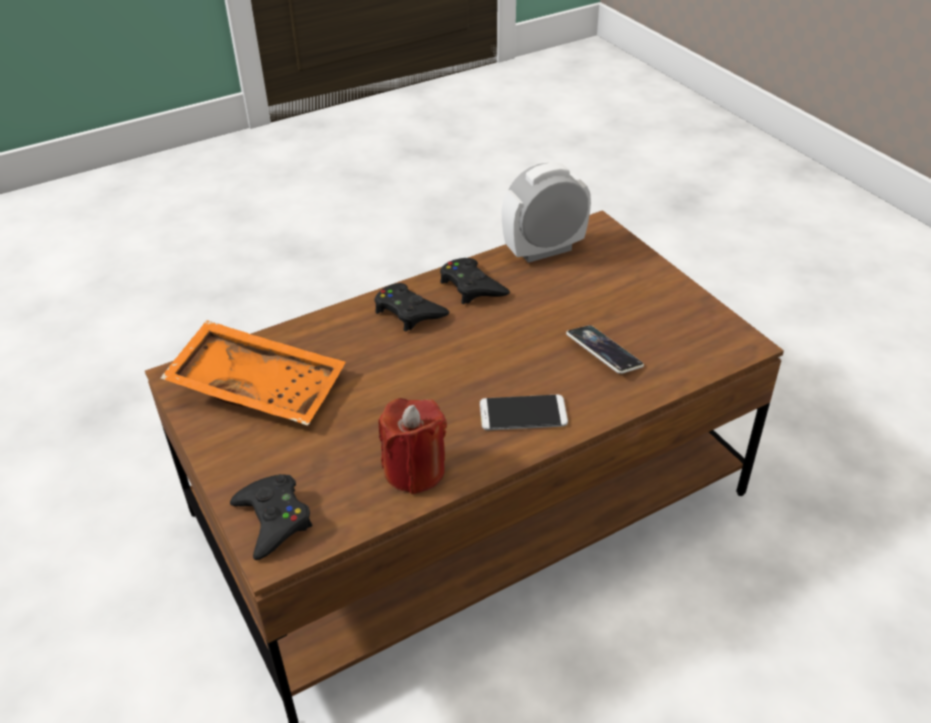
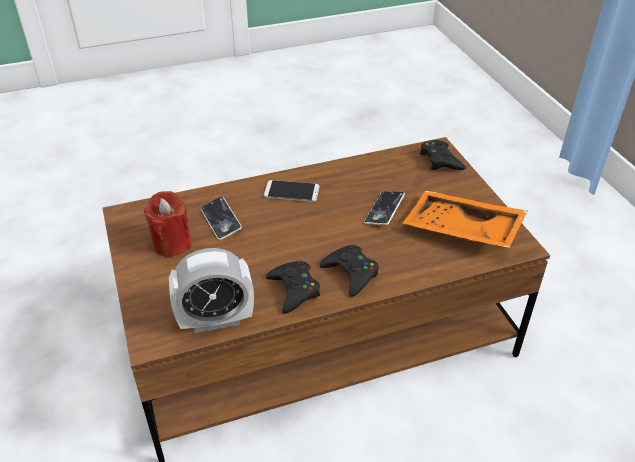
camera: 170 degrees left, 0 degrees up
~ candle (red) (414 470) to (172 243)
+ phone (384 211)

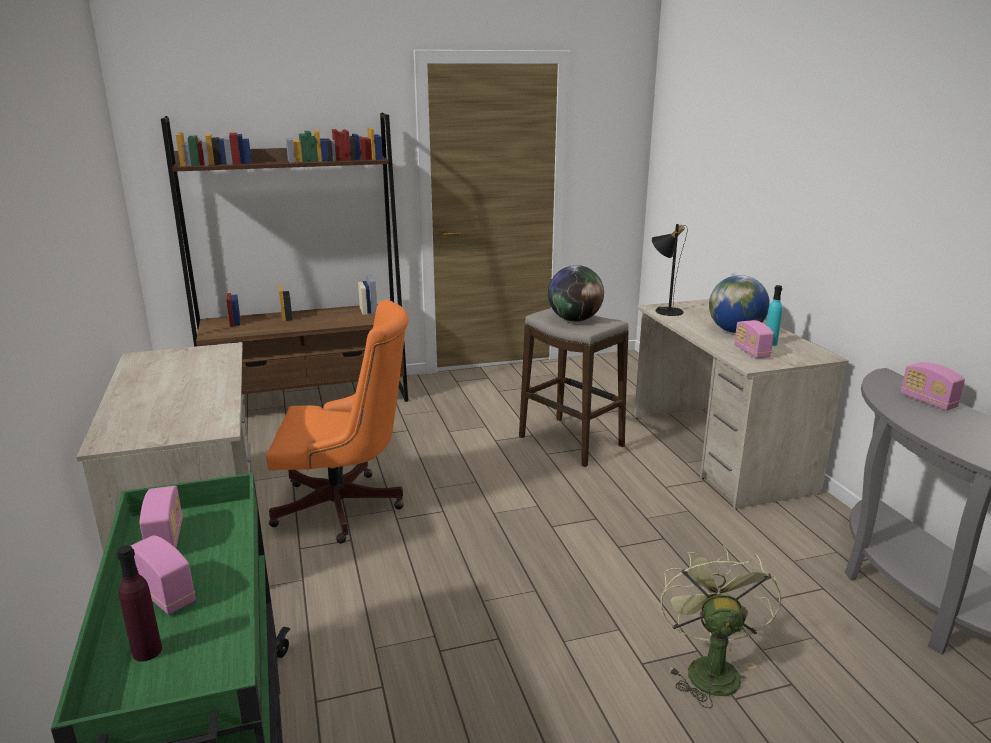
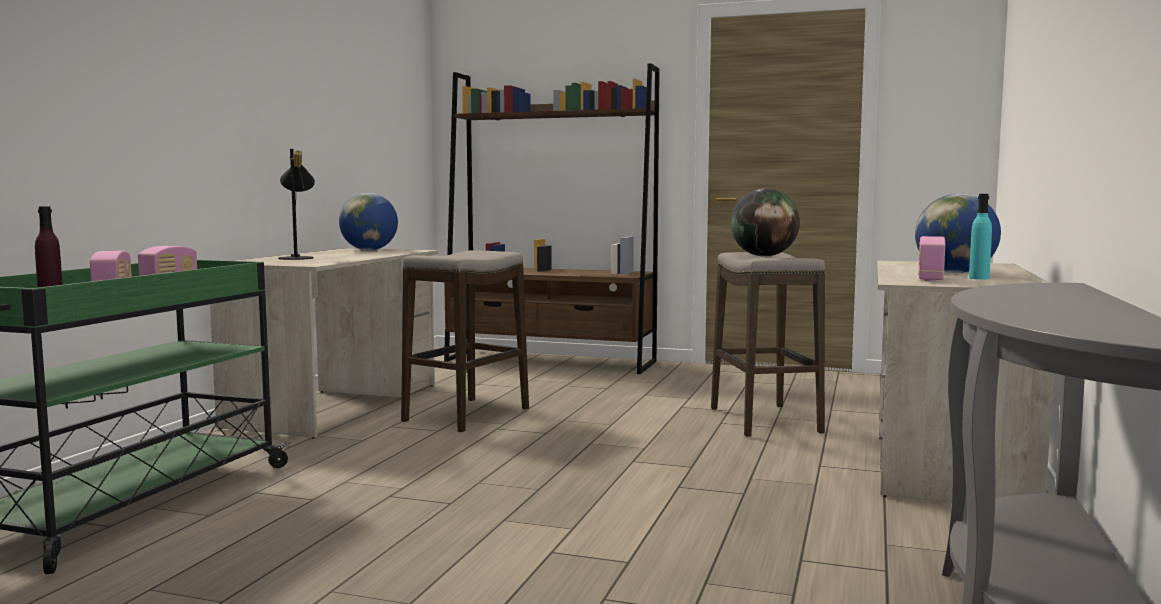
camera: 35 degrees right, 15 degrees down
~ table lamp (black) (664 310) to (297 257)
+ globe (369 250)
~ office chair (orange) (346 508) to stool (467 415)
- fan (green) (709 668)
- radio (927 401)

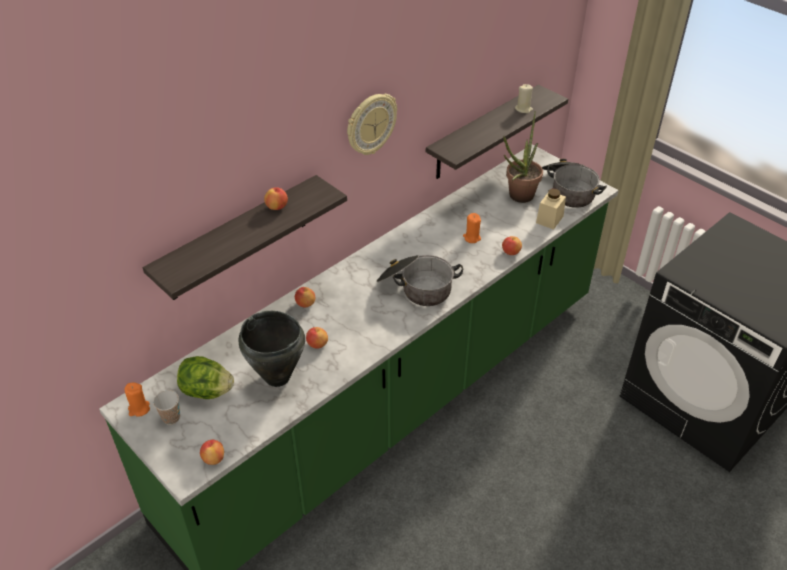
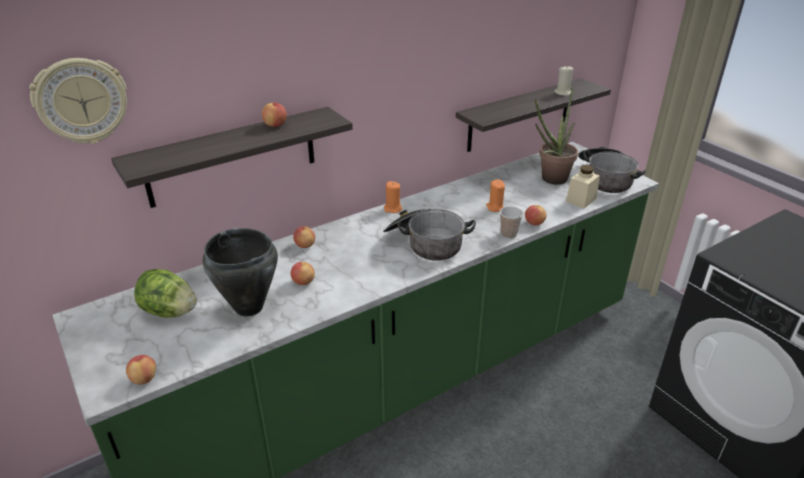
camera: 10 degrees right, 10 degrees down
~ wall clock (370 124) to (81 101)
~ candle (orange) (139 409) to (392 209)
~ cup (171 418) to (508 234)

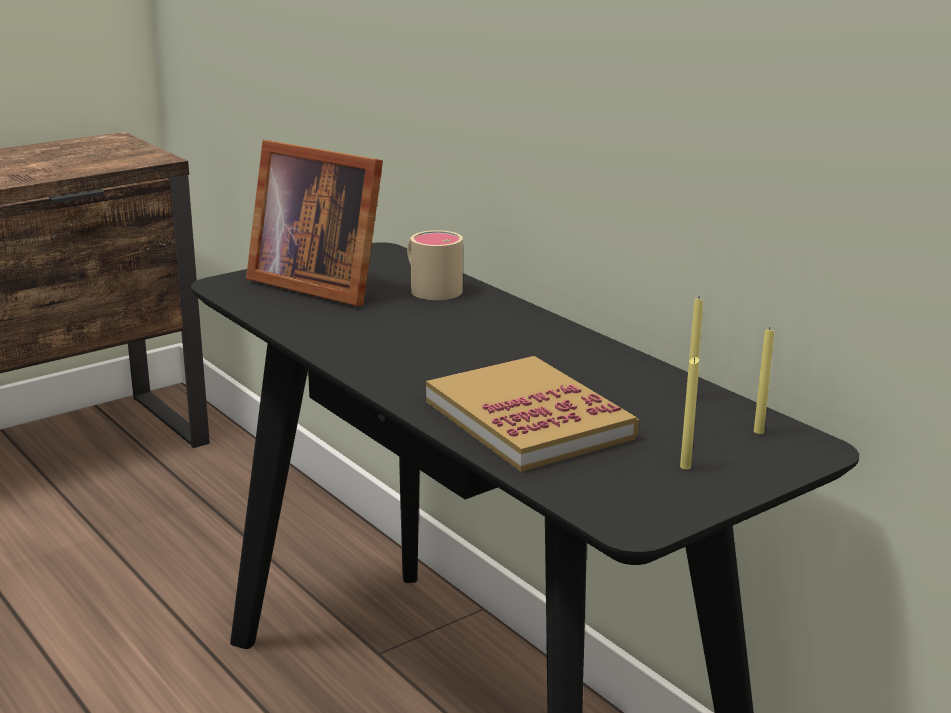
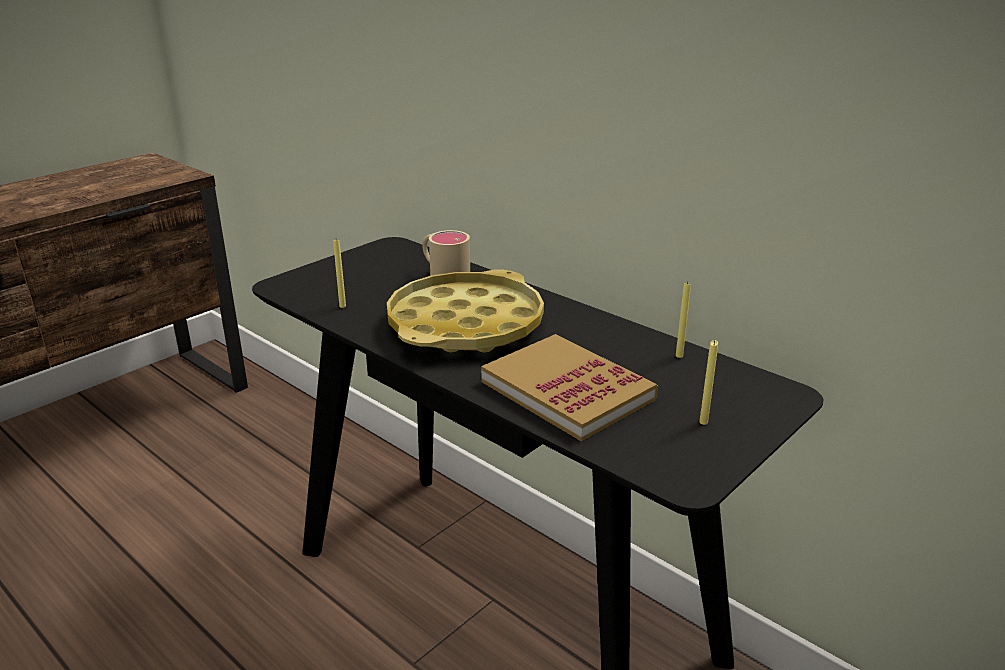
camera: 10 degrees left, 5 degrees up
~ candle (yellow) (758 431) to (342 306)
+ tray (yellow) (466 324)
- picture frame (317 283)

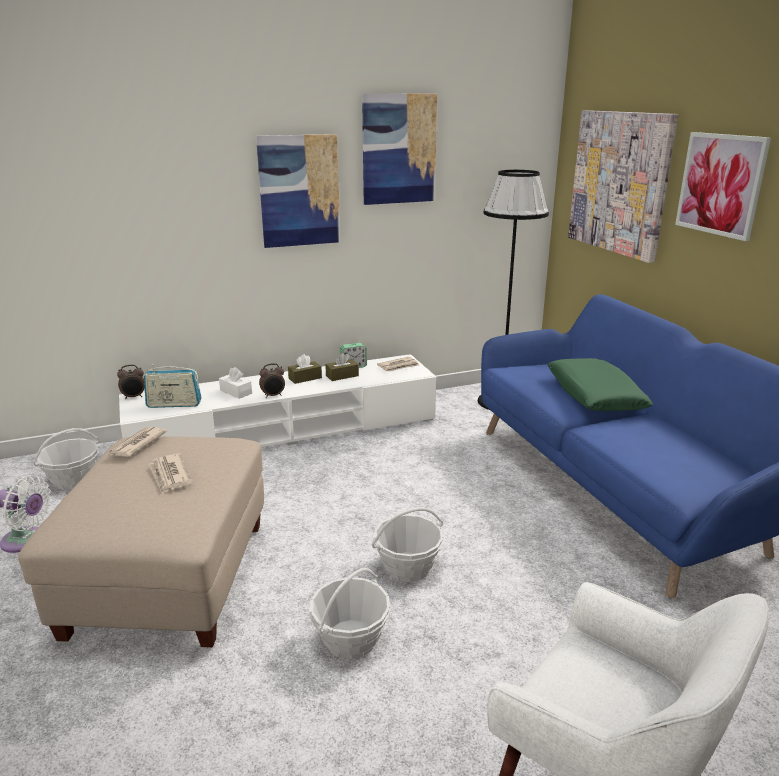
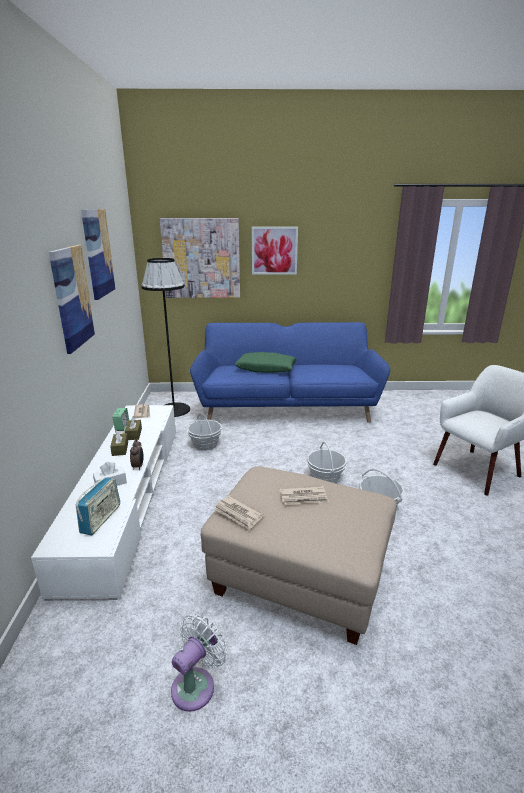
camera: 70 degrees left, 0 degrees up
~ basket (73 480) to (205 444)
- alarm clock (134 397)

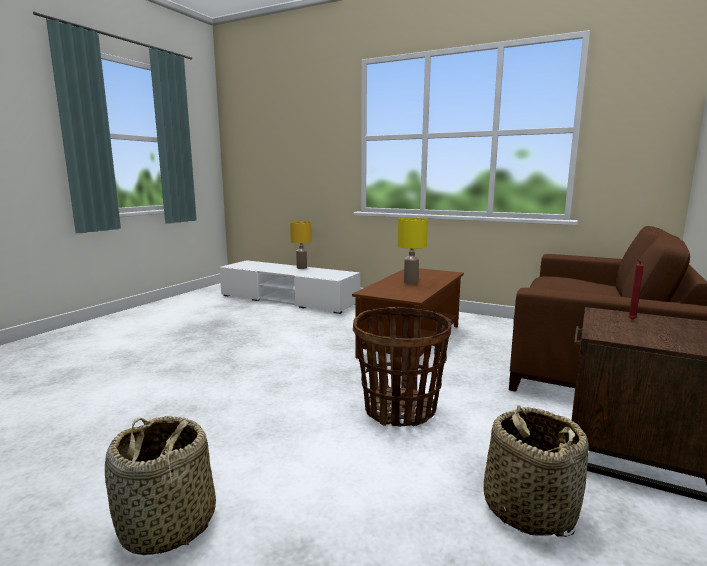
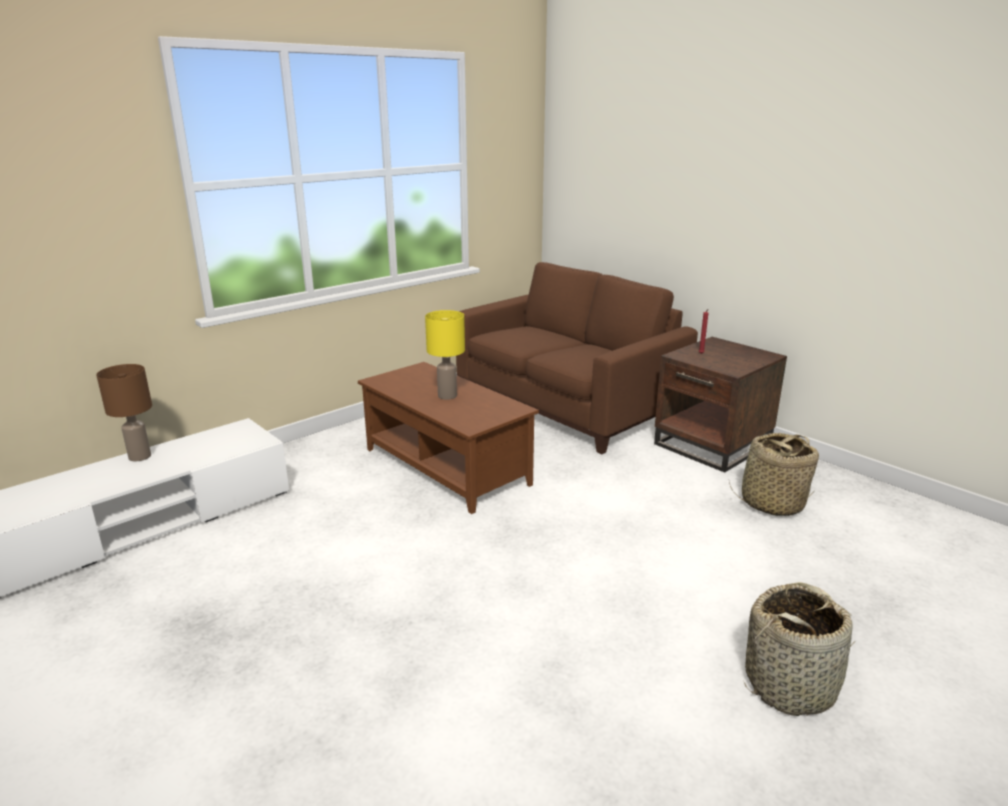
camera: 70 degrees left, 10 degrees up
~ table lamp (yellow) (301 268) to table lamp (brown) (139 457)
- basket (400 409)

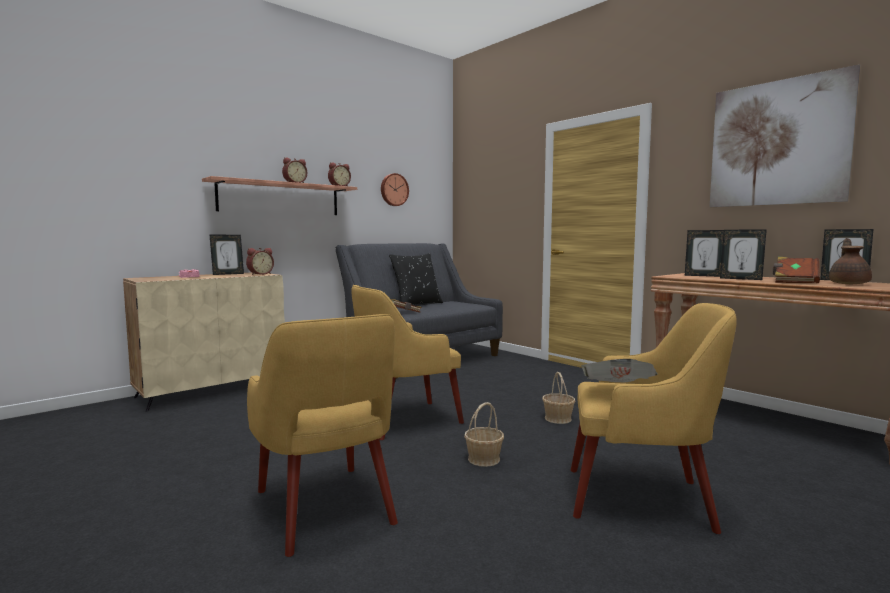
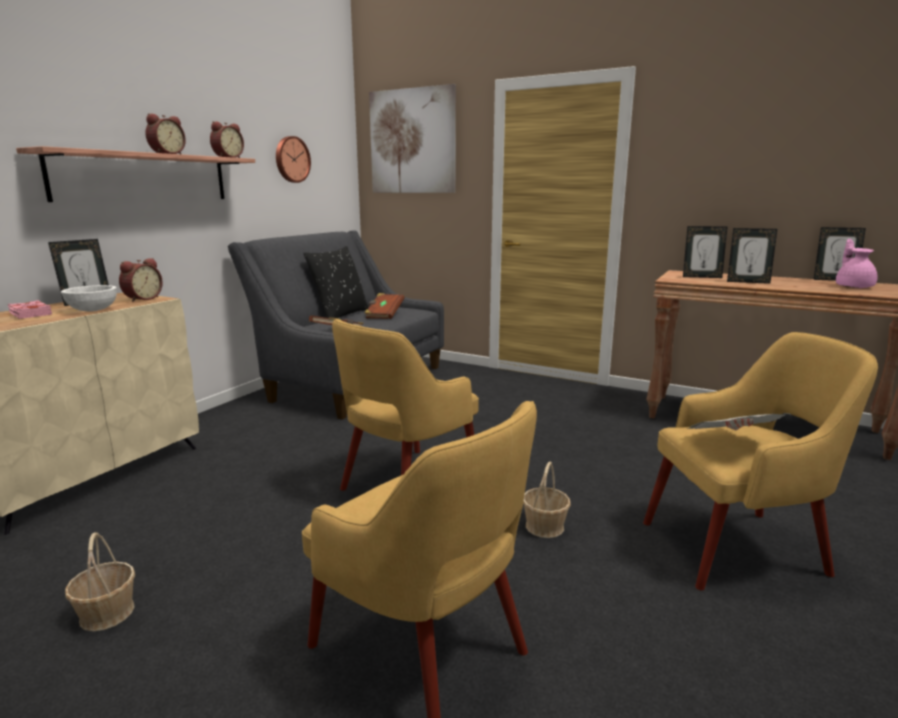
camera: 20 degrees left, 10 degrees up
+ bowl (white) (92 310)
~ basket (558 419) to (106 613)
~ book (brown) (794 281) to (384 315)
~ picture (778 143) to (412 141)
~ teapot (brown) (849 284) to teapot (pink) (853 287)

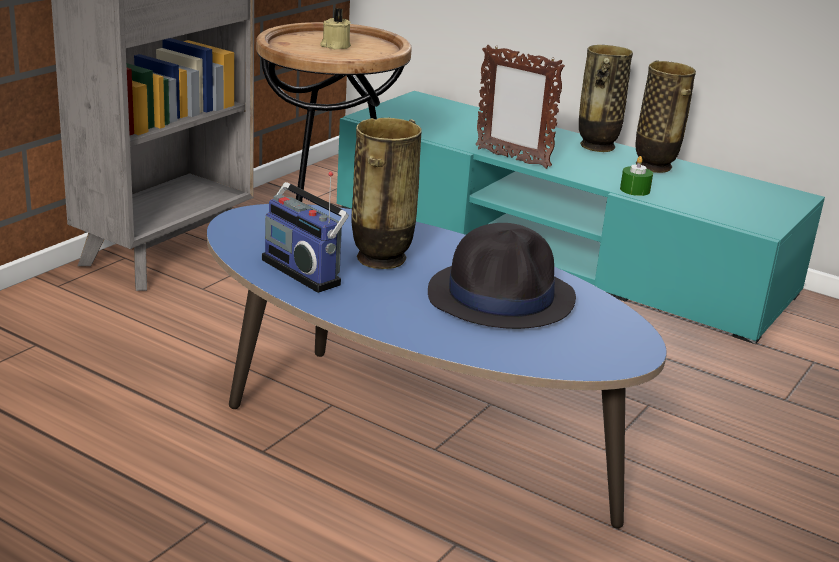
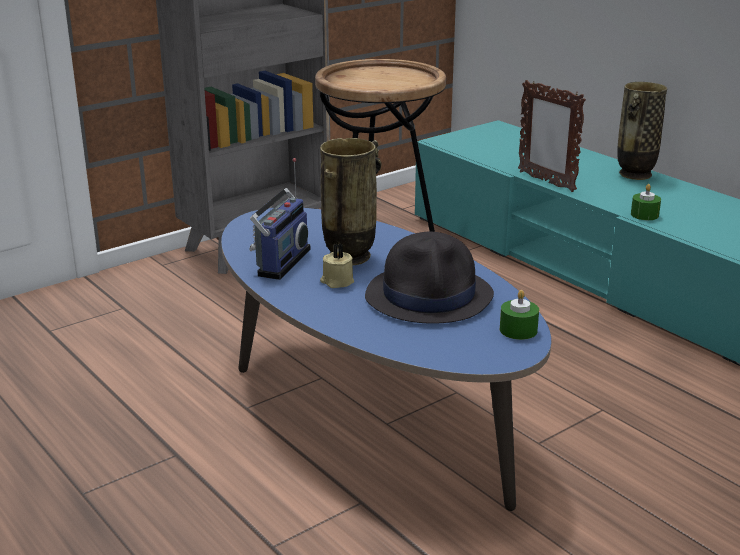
camera: 20 degrees right, 0 degrees up
~ radio (305 271) = (280 262) 135 degrees counterclockwise
~ candle (beige) (335 46) to (336 282)
+ candle (green) (518 330)
- vase (654 166)

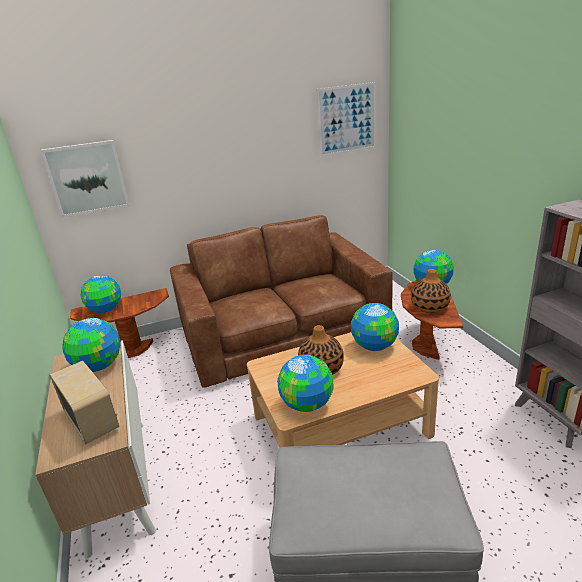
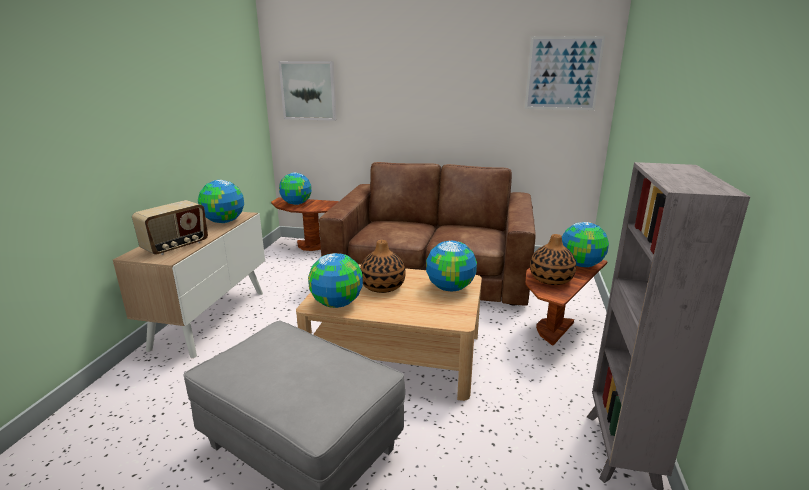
camera: 30 degrees right, 5 degrees down
~ radio (92 421) = (176 246) 45 degrees clockwise

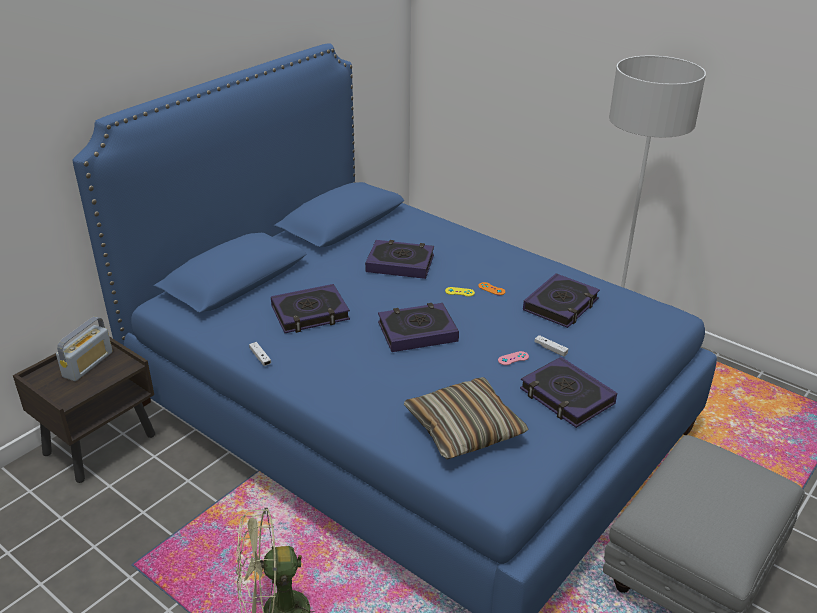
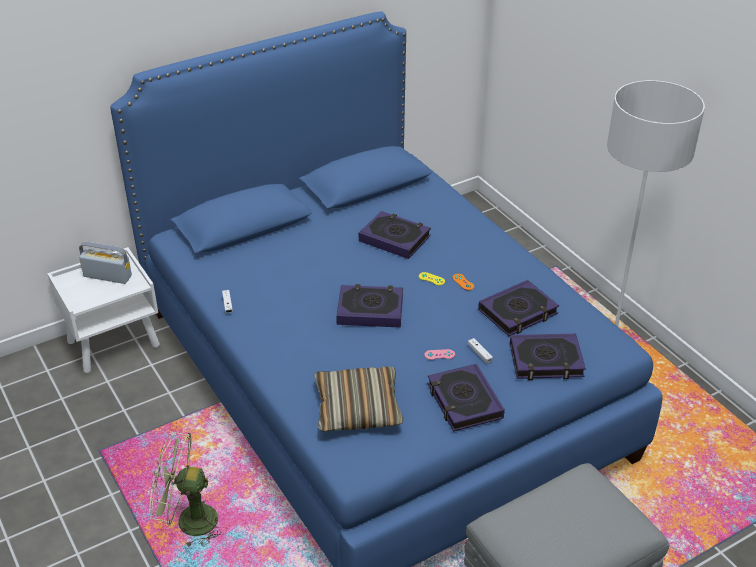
camera: 20 degrees right, 5 degrees up
~ nightstand (brown) (101 444) to nightstand (white) (114 343)
~ radio (88 364) = (107 276) 120 degrees counterclockwise
~ book (310 314) to (546 361)

